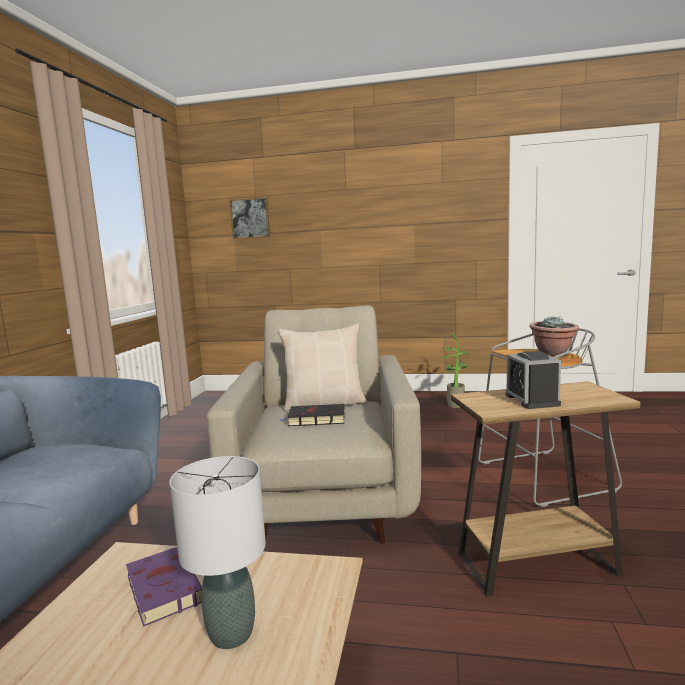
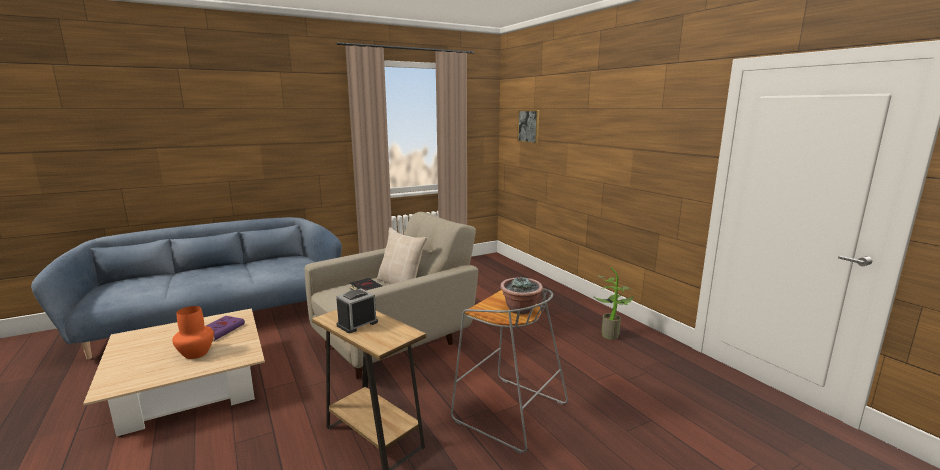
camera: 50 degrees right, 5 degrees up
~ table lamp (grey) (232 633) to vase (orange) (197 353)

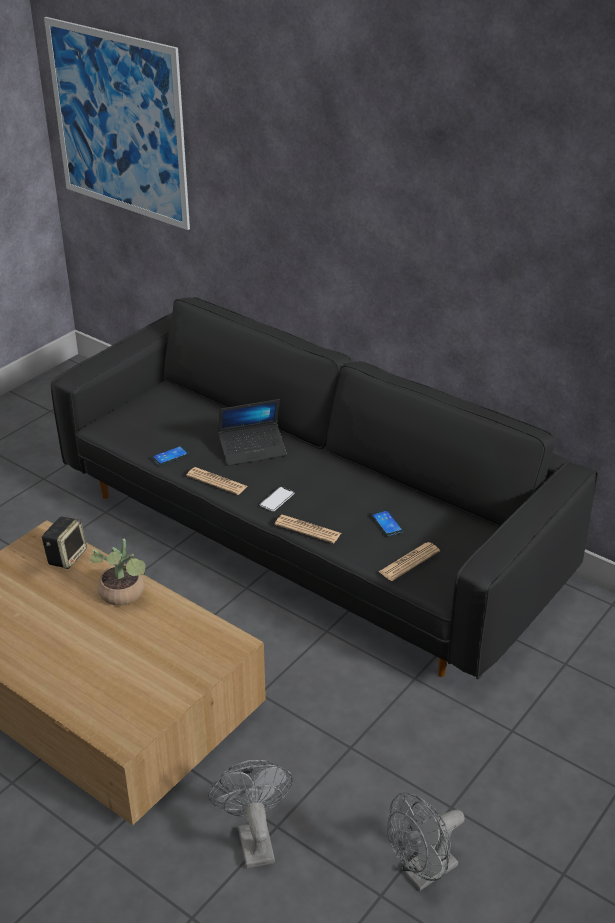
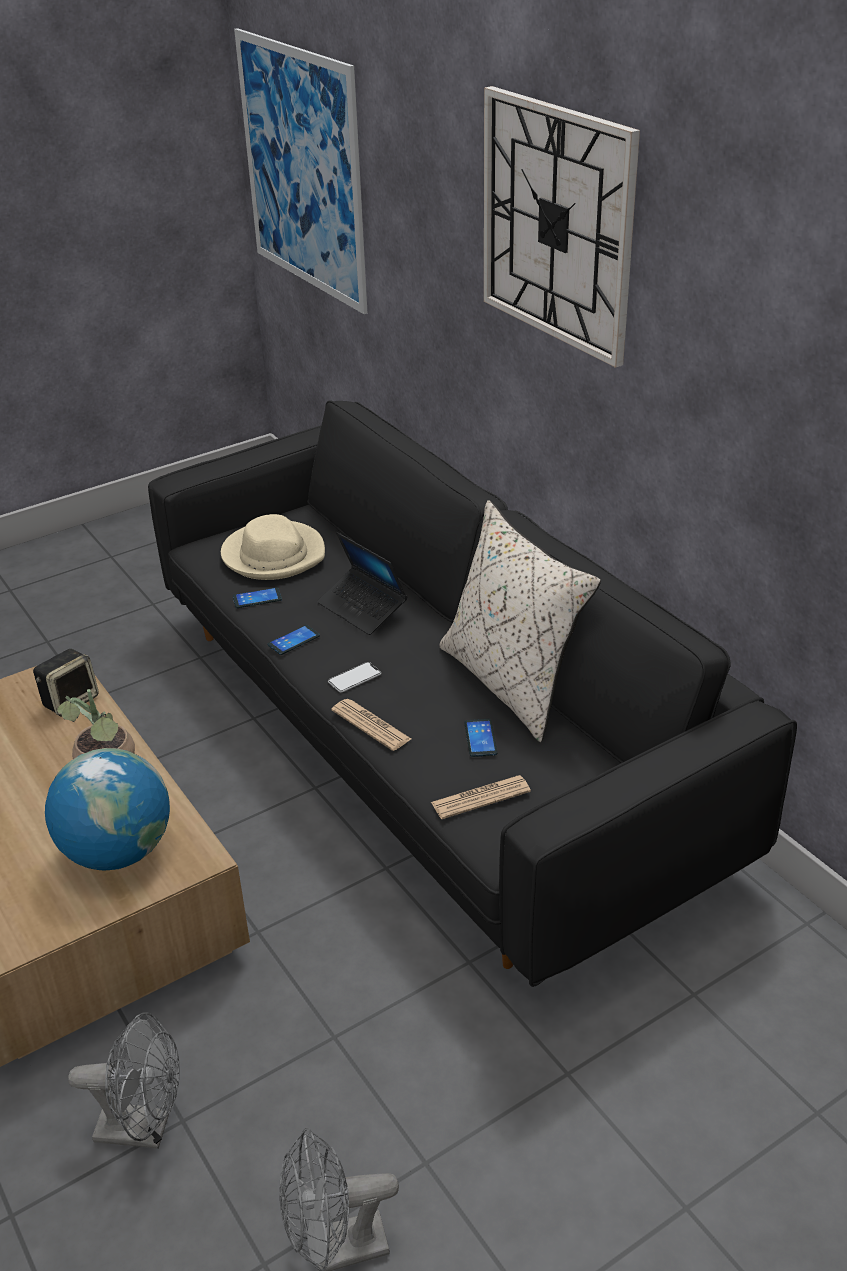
camera: 20 degrees right, 0 degrees up
+ globe (118 851)
~ fan (grey) (253 838) = (144 1129) 90 degrees clockwise
+ hat (beige) (274 555)
~ newspaper (217 481) to phone (294 640)
~ laptop (252 450) = (362 608) 45 degrees clockwise
+ pillow (beige) (512 683)
+ wall clock (557 224)

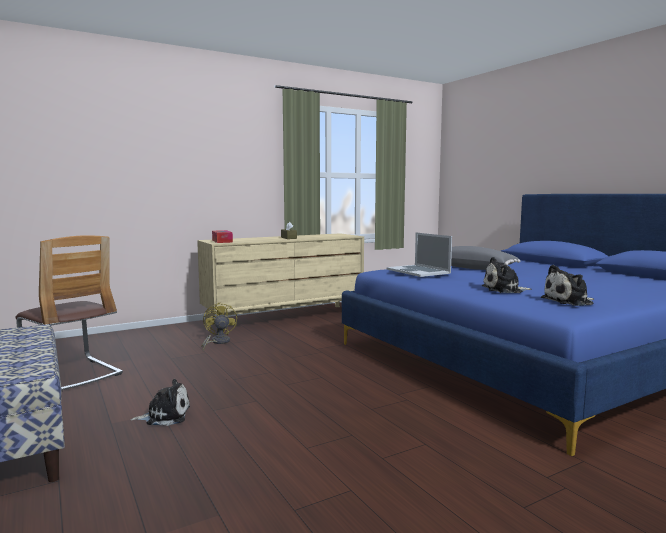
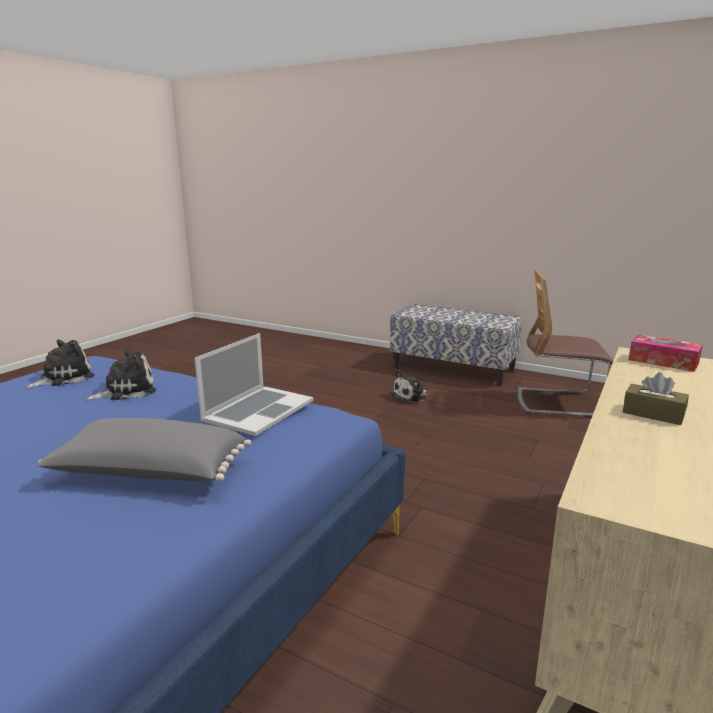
camera: 150 degrees right, 10 degrees up
~ laptop (418 271) = (258 410) 90 degrees clockwise
- fan (yellow) (217 342)

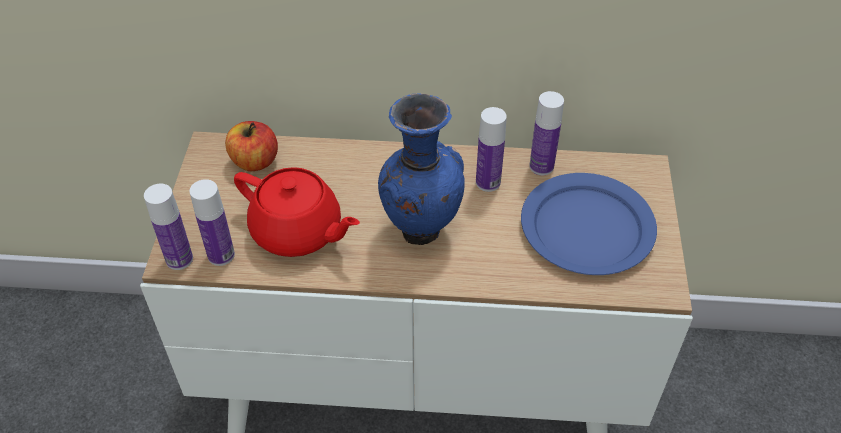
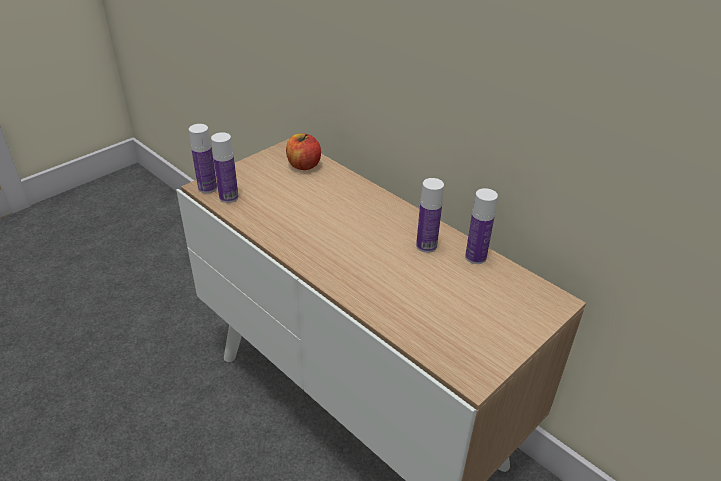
camera: 40 degrees right, 10 degrees down
- teapot (red) (298 232)
- vase (blue) (420 229)
- plate (blue) (586 227)

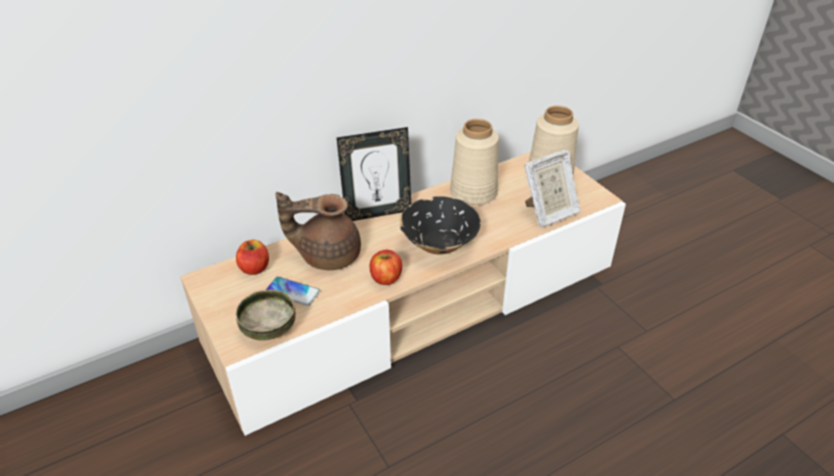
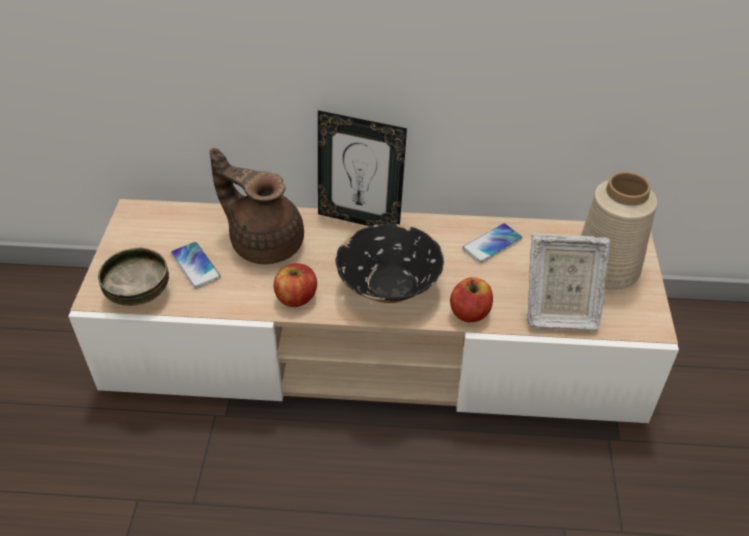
camera: 35 degrees right, 5 degrees up
~ apple (254 268) to (470 313)
~ vase (beige) (474 192) to phone (492 244)

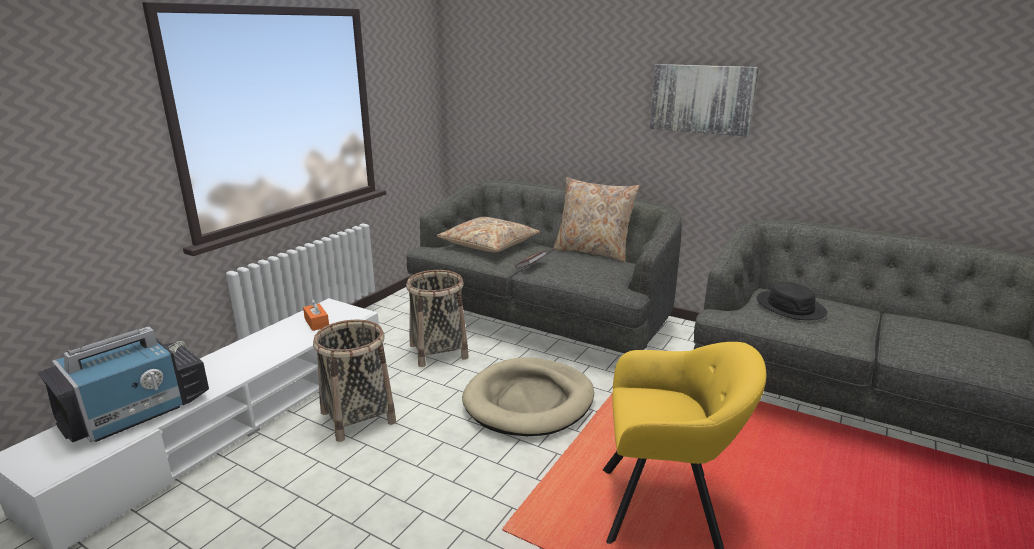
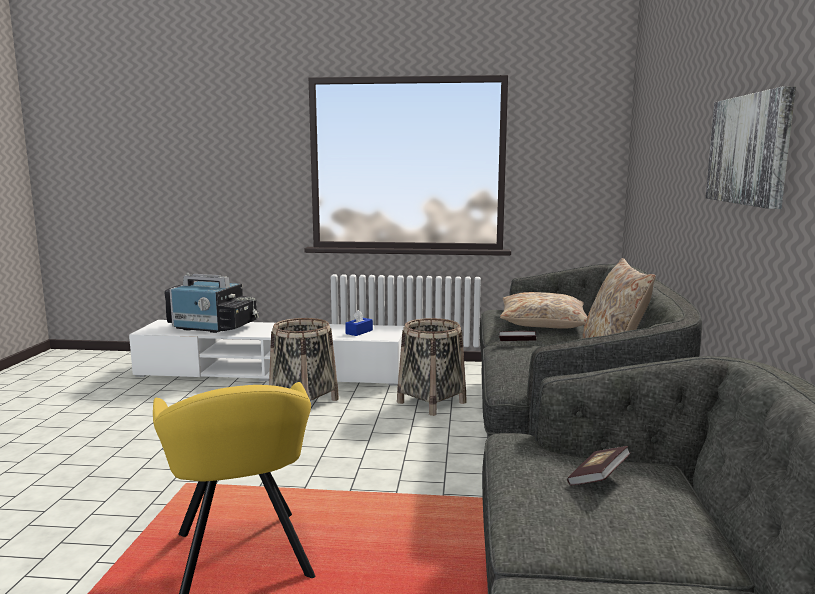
camera: 65 degrees right, 10 degrees down
~ tissue box (orange) (316 323) to tissue box (blue) (359 332)
~ hat (black) (790 307) to book (598 478)
- dog bed (beige) (529 401)

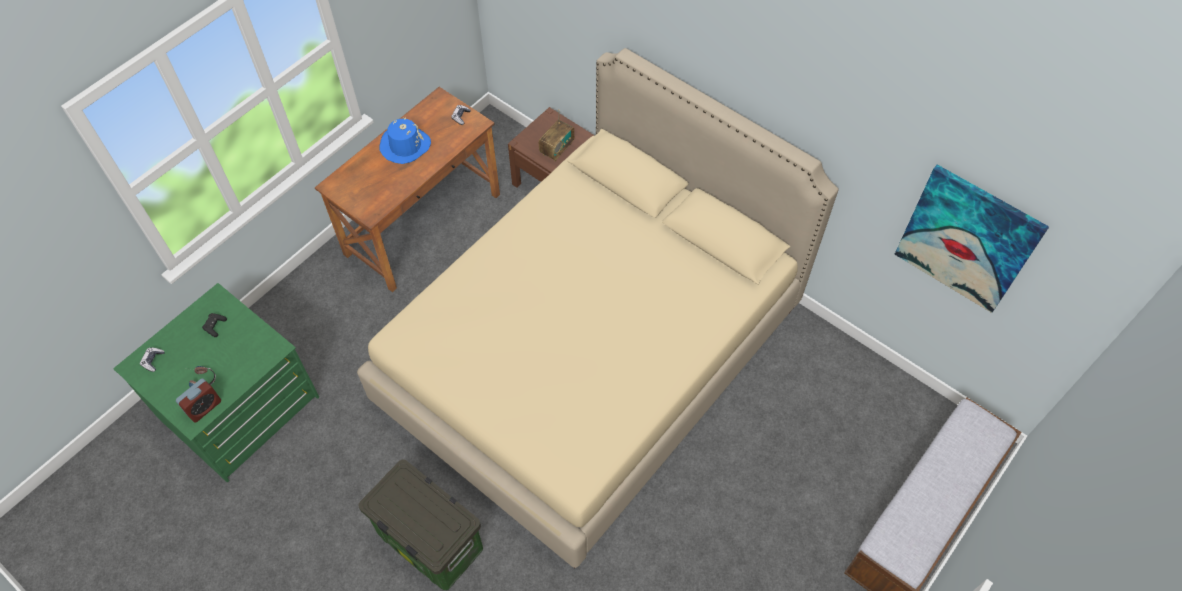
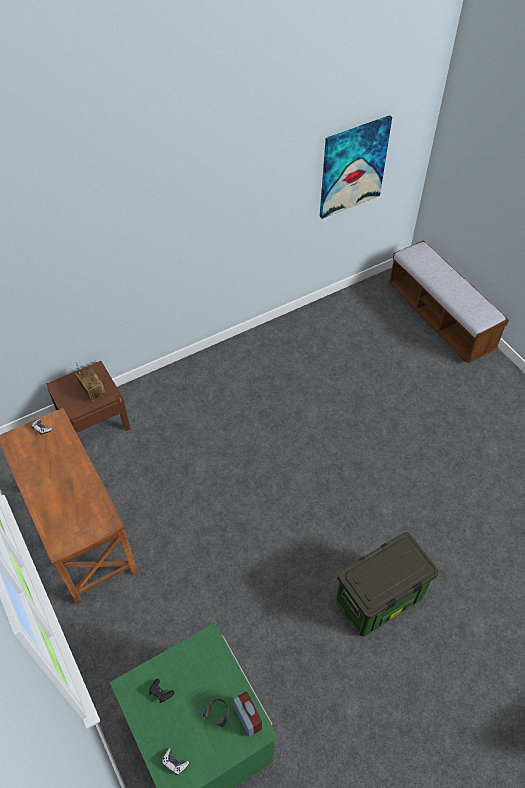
camera: 70 degrees left, 5 degrees down
- bed (beige) (591 355)
- hat (blue) (405 145)

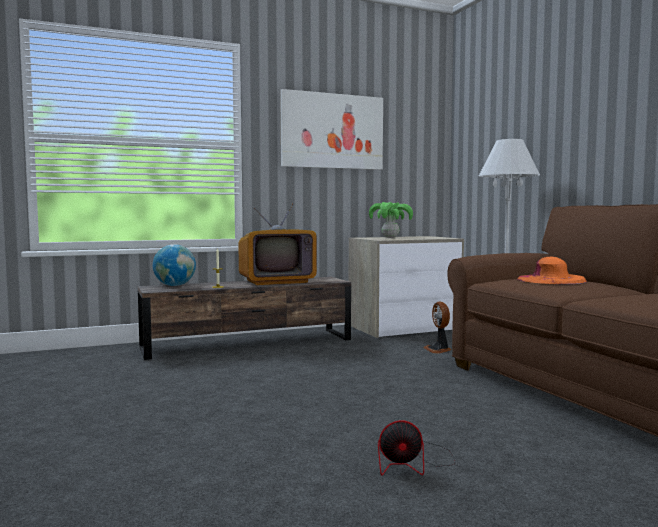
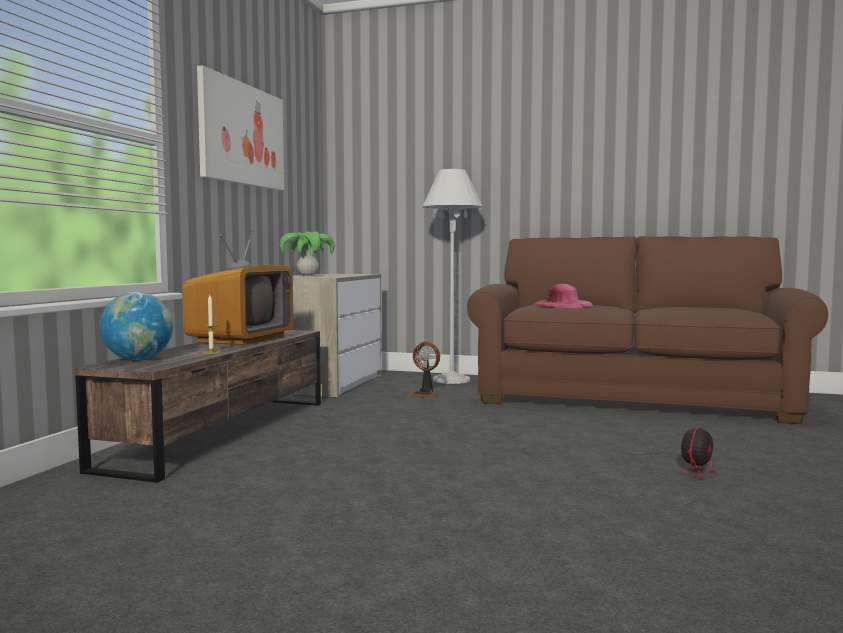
camera: 50 degrees left, 0 degrees up
~ hat (orange) (551 280) to hat (pink) (562 305)

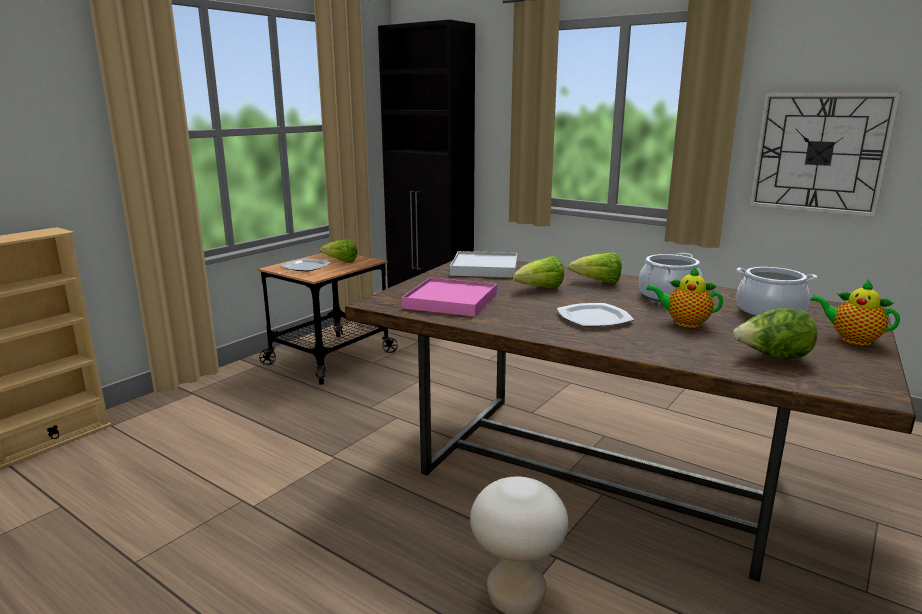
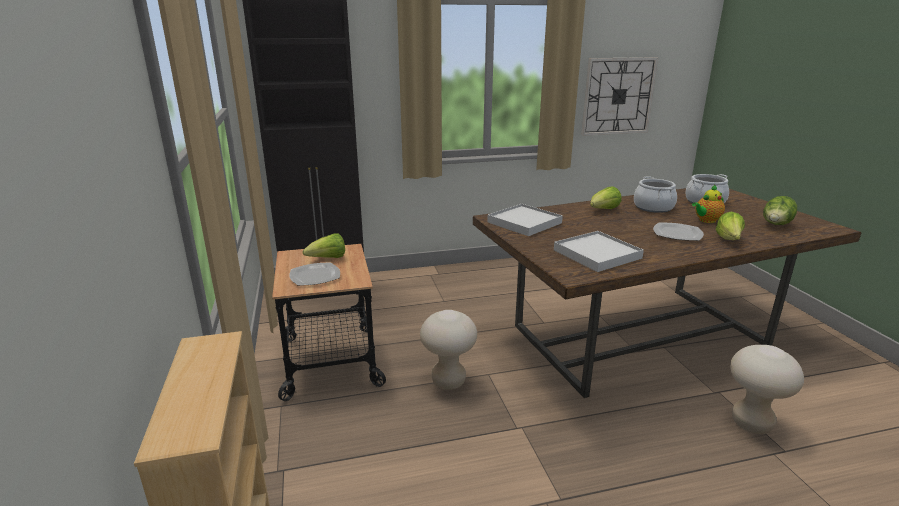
camera: 50 degrees left, 5 degrees up
+ stool (beige) (448 381)
~ tray (pink) (451 301) to tray (white) (597 254)
~ lettuce (540 289) to (729 240)
- teapot (851 339)

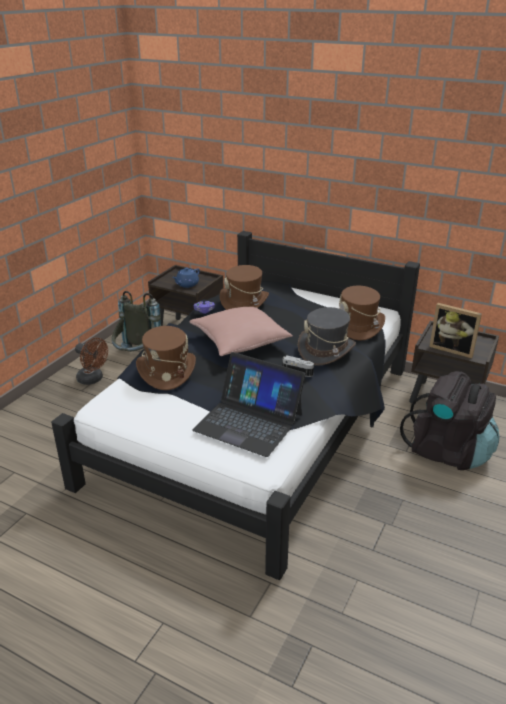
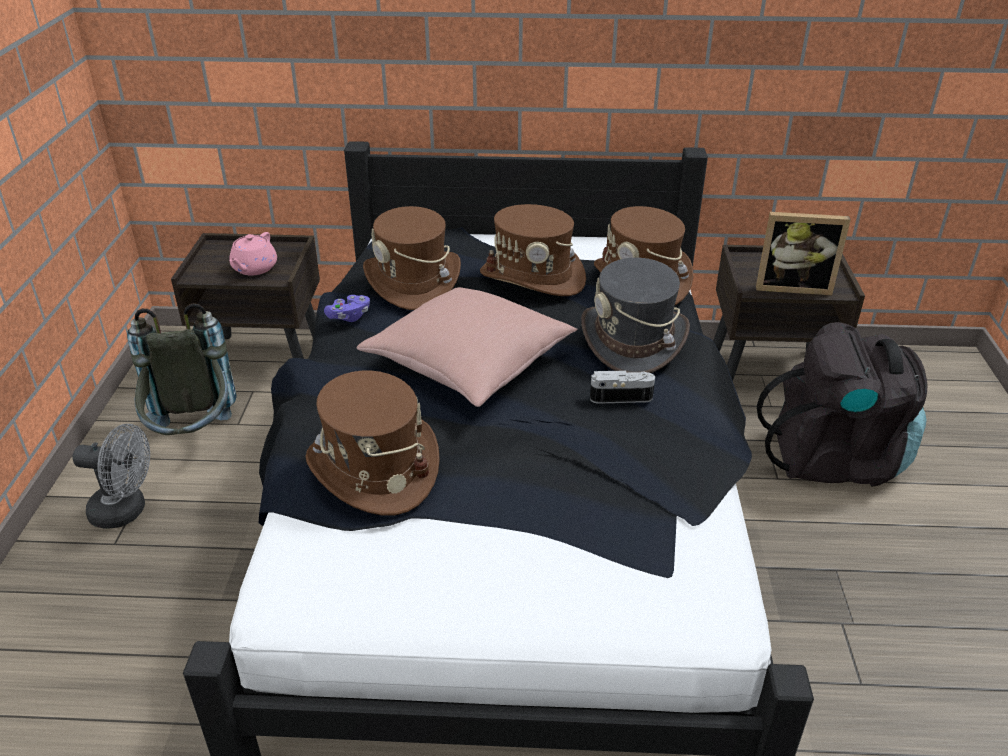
camera: 25 degrees left, 5 degrees up
~ fan (brown) (93 379) to fan (grey) (126 511)
~ teapot (blue) (187 284) to teapot (pink) (254 268)
+ hat (brown) (533 277)
- laptop (248 421)

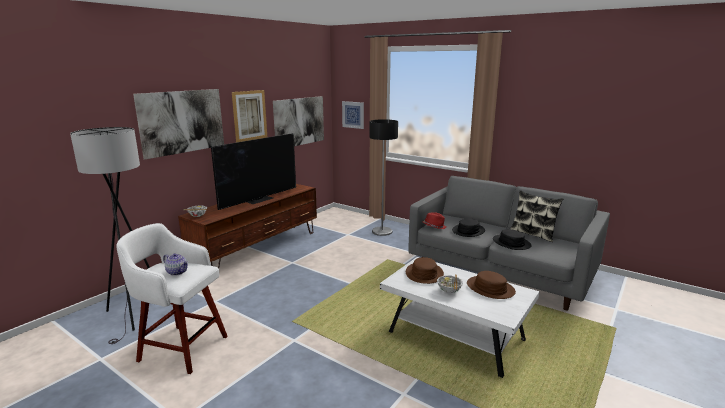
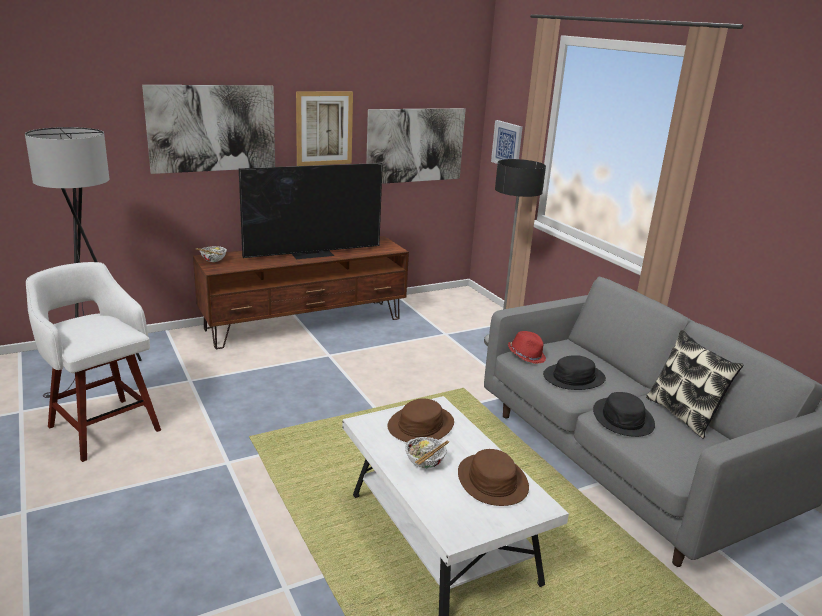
camera: 25 degrees right, 5 degrees up
- teapot (177 272)

